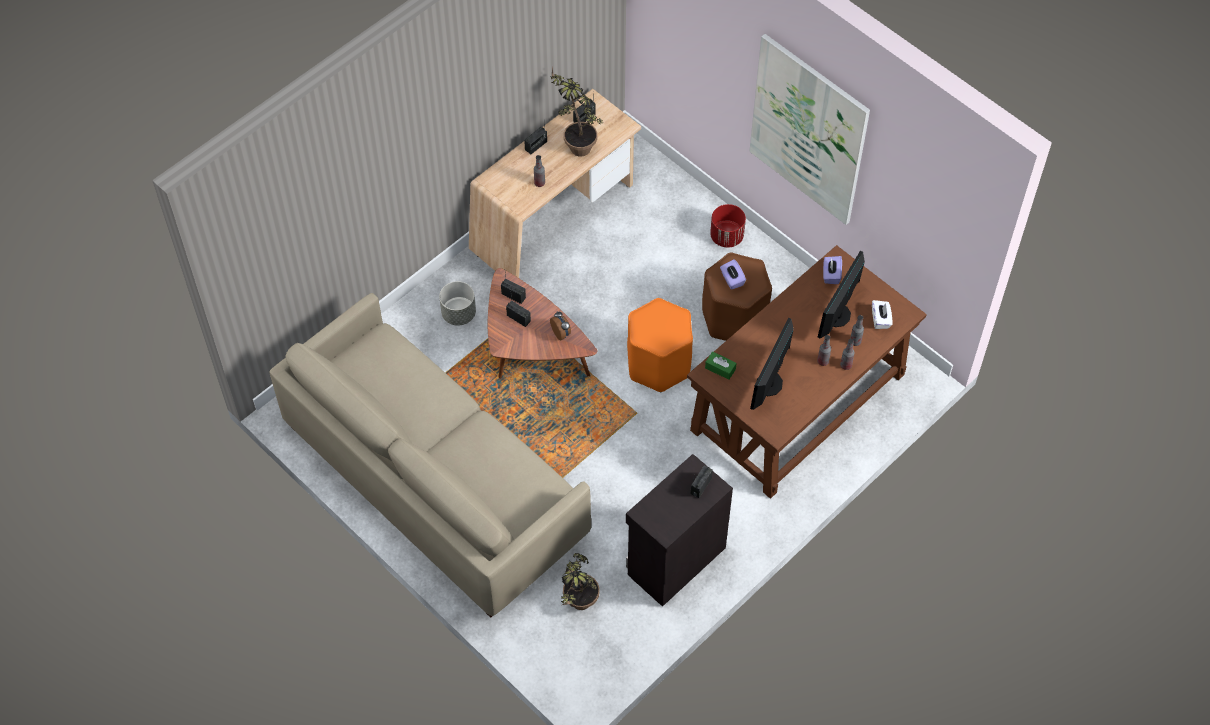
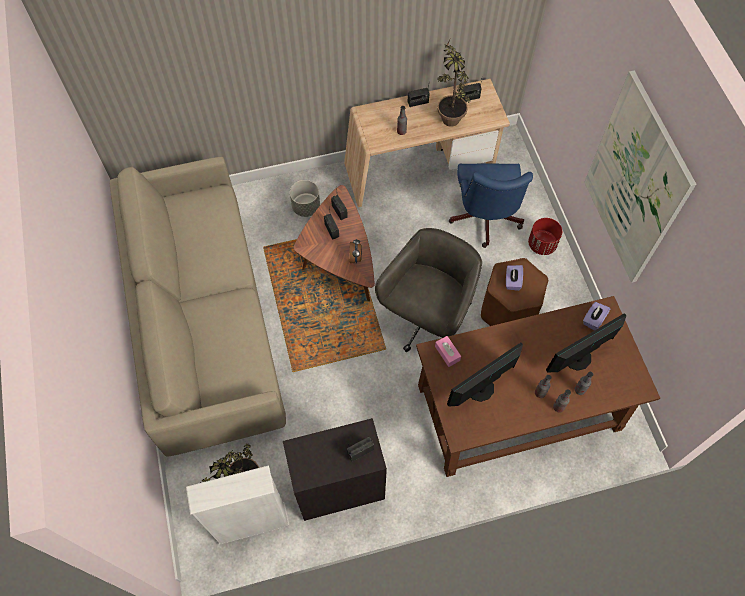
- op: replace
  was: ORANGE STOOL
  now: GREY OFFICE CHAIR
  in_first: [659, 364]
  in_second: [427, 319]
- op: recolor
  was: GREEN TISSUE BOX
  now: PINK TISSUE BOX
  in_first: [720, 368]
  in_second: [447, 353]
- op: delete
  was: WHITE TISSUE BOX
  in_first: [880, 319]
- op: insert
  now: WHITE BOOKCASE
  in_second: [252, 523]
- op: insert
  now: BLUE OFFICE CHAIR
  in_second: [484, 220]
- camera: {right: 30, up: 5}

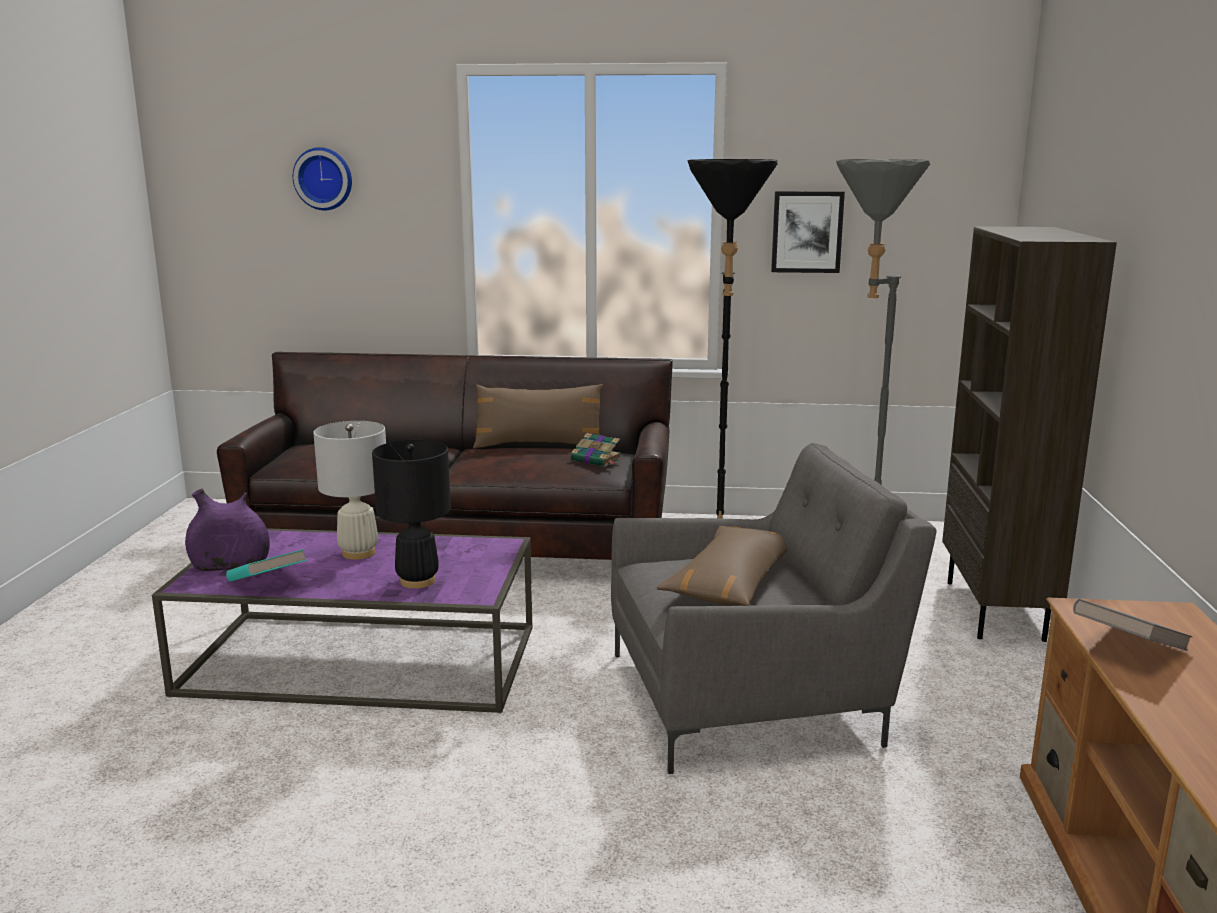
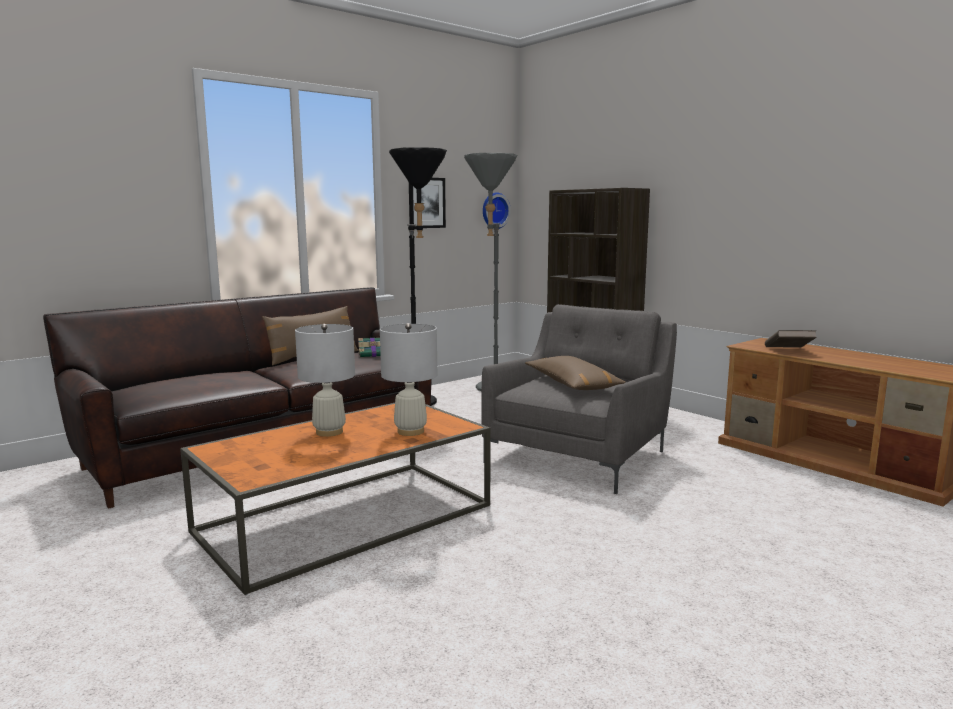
- op: recolor
  was: PURPLE COFFEE TABLE
  now: ORANGE COFFEE TABLE
  in_first: [361, 661]
  in_second: [345, 519]
- op: delete
  was: PURPLE VASE
  in_first: [230, 566]
- op: delete
  was: TURQUOISE BOOK
  in_first: [267, 584]
- op: move
  was: WALL CLOCK
  in_first: [324, 178]
  in_second: [494, 210]
- op: recolor
  was: BLACK TABLE LAMP
  now: WHITE TABLE LAMP
  in_first: [417, 581]
  in_second: [410, 431]
- op: recolor
  was: GREY BOOK
  now: BROWN BOOK
  in_first: [1128, 648]
  in_second: [788, 351]
- camera: {right: -45, up: -5}

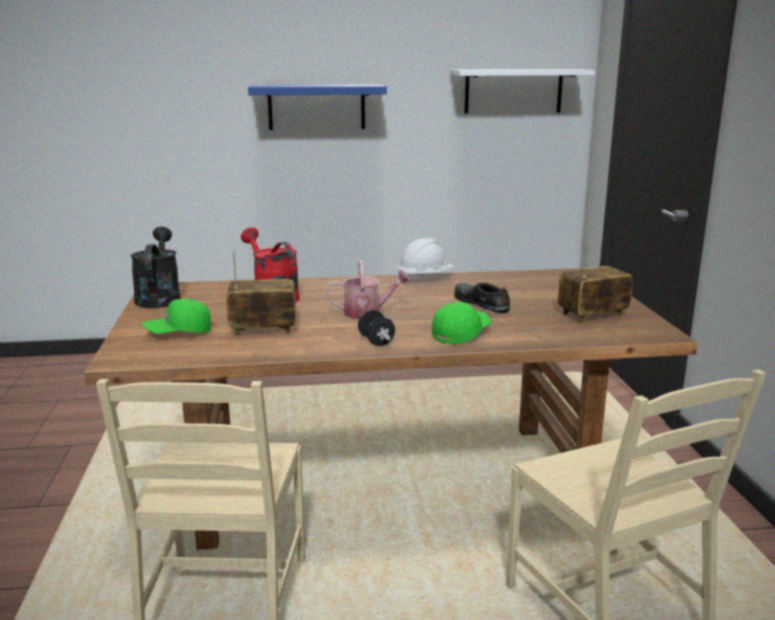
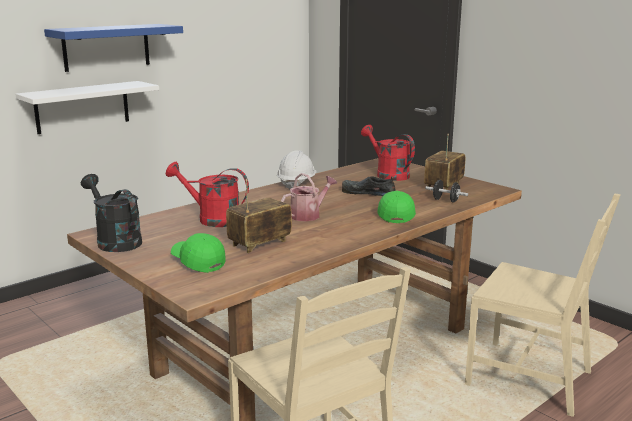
- op: rotate
  was: GREEN CAP
  in_first: [178, 332]
  in_second: [198, 262]
  clockwise: 105
- op: move
  was: BLACK DUMBBELL
  in_first: [376, 341]
  in_second: [445, 200]
- op: move
  was: WHITE SHELF
  in_first: [513, 91]
  in_second: [82, 107]
- op: insert
  now: RED WATERING CAN
  in_second: [388, 174]
- camera: {right: -35, up: 0}

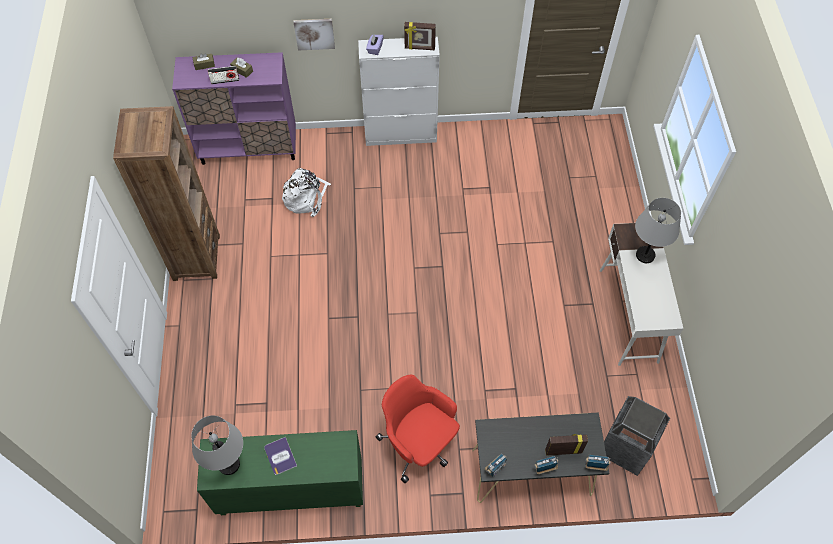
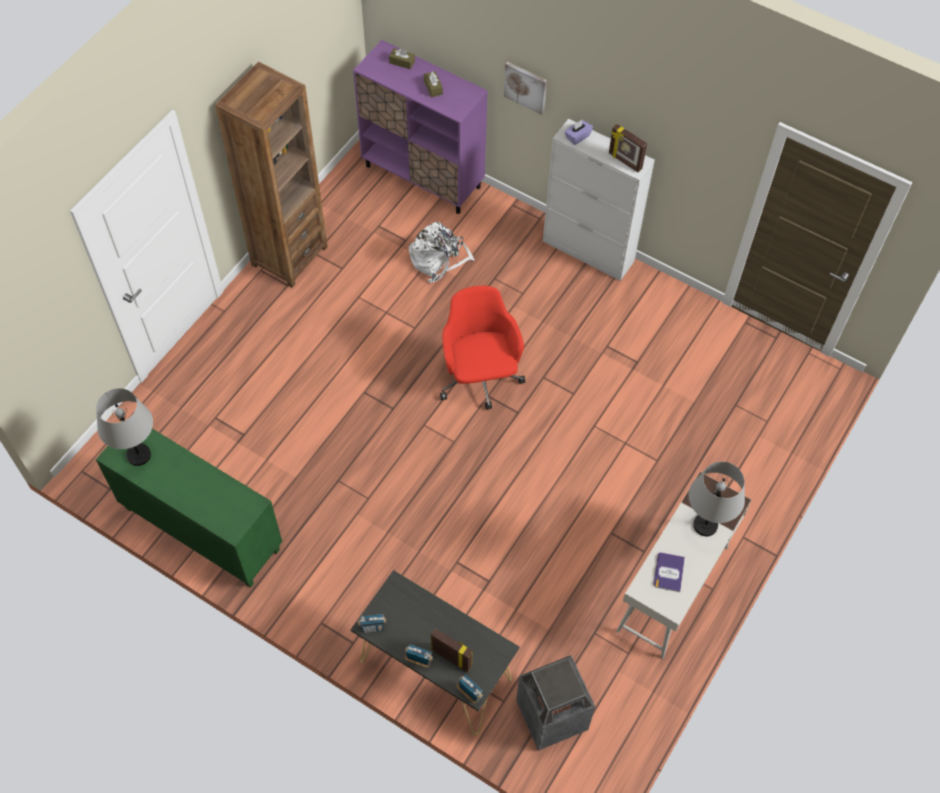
- op: delete
  was: RADIO
  in_first: [225, 80]
- op: move
  was: BOOK
  in_first: [280, 456]
  in_second: [668, 572]
- op: move
  was: RED OFFICE CHAIR
  in_first: [419, 443]
  in_second: [479, 377]
- camera: {right: 35, up: 0}

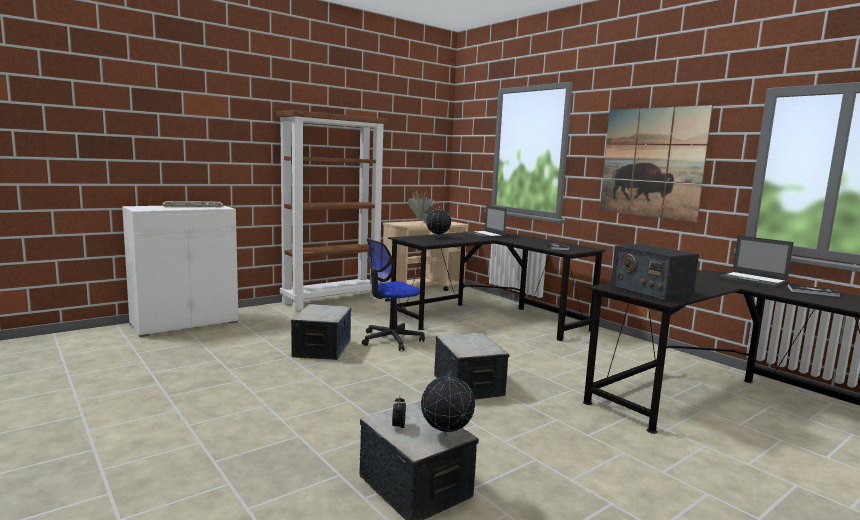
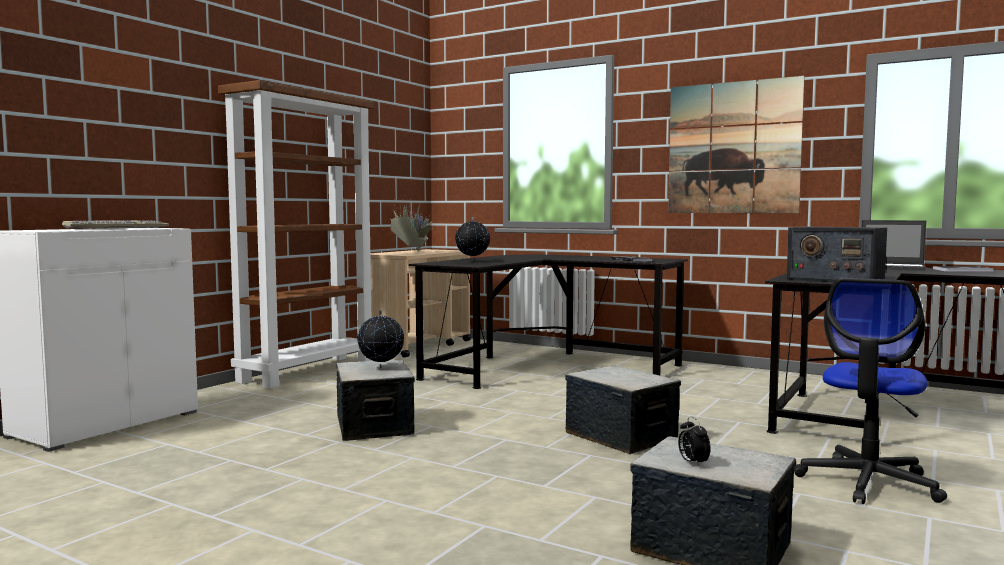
- op: move
  was: OFFICE CHAIR
  in_first: [391, 340]
  in_second: [868, 482]
- op: move
  was: GLOBE
  in_first: [446, 435]
  in_second: [381, 368]
- op: delete
  was: LAPTOP
  in_first: [484, 235]
- camera: {right: -20, up: -5}

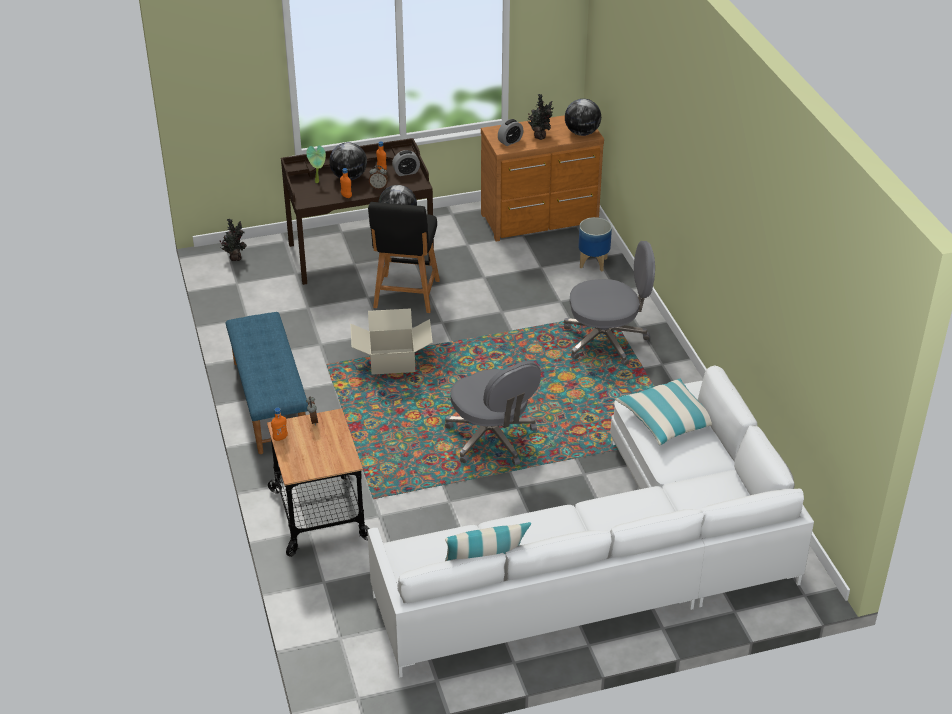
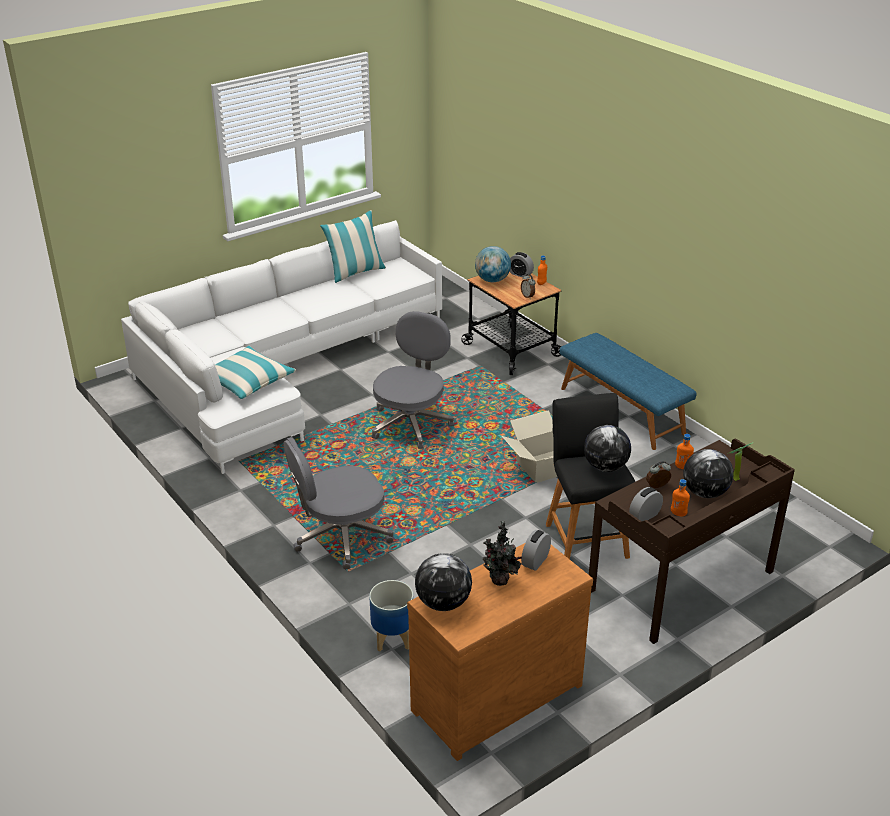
- op: delete
  was: POTTED PLANT
  in_first: [235, 257]
- op: rotate
  was: GREY OFFICE CHAIR
  in_first: [492, 439]
  in_second: [411, 423]
  clockwise: 75
- op: insert
  now: GLOBE
  in_second: [492, 280]
- op: insert
  now: ALARM CLOCK
  in_second: [520, 274]
- camera: {right: 160, up: -5}

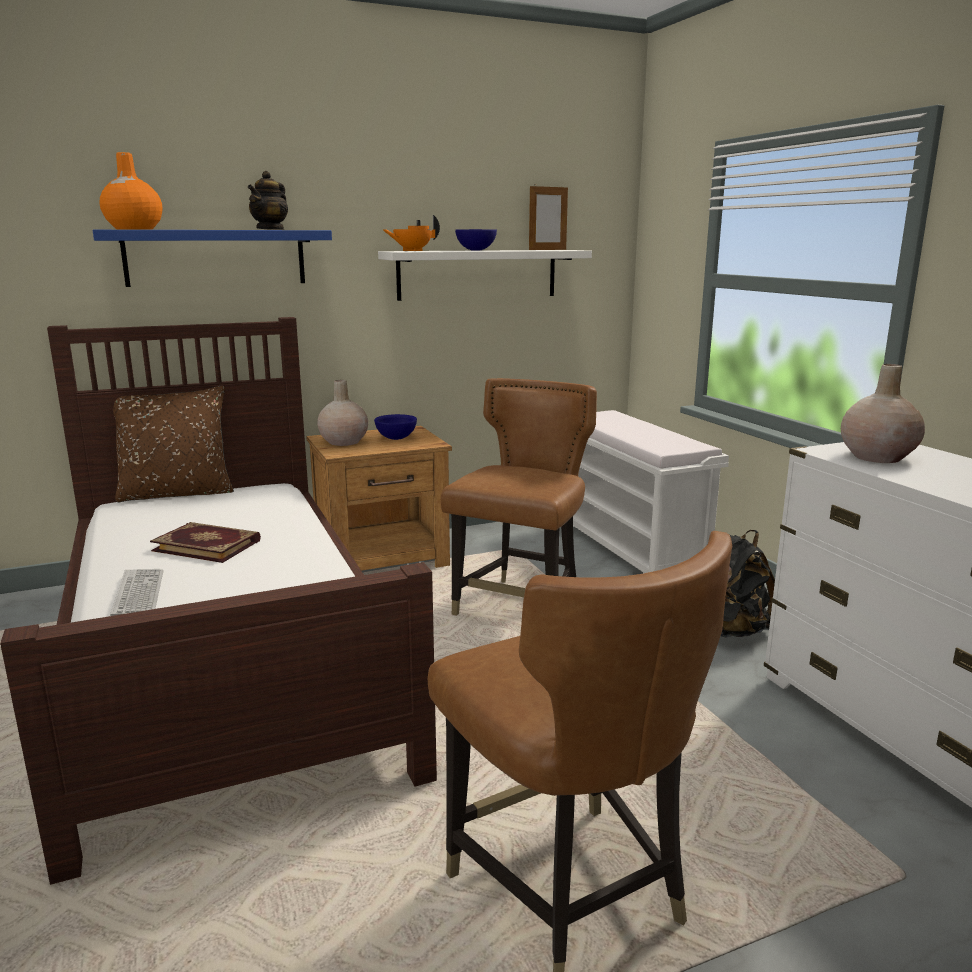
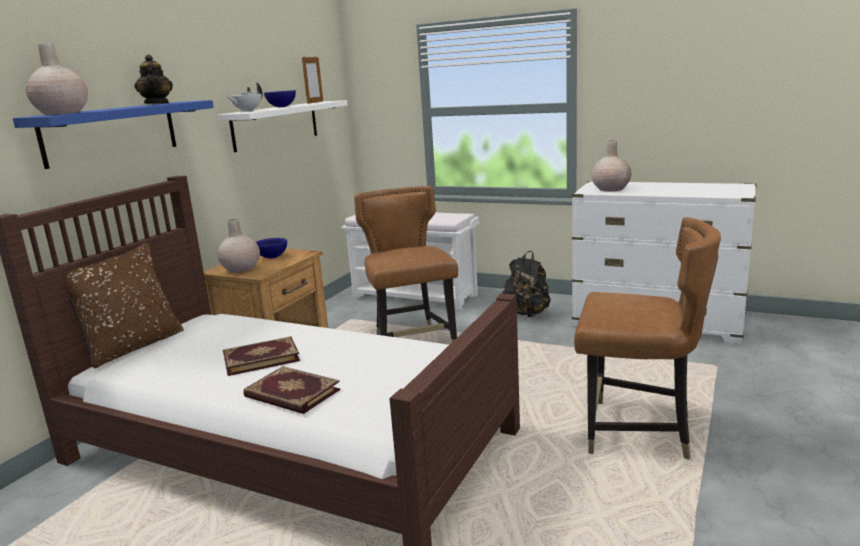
- op: recolor
  was: ORANGE VASE
  now: BEIGE VASE
  in_first: [133, 229]
  in_second: [61, 113]
- op: replace
  was: KEYBOARD
  now: BOOK
  in_first: [139, 594]
  in_second: [291, 394]
- op: recolor
  was: ORANGE TEAPOT
  now: WHITE TEAPOT
  in_first: [412, 250]
  in_second: [247, 111]
- camera: {right: -40, up: 0}

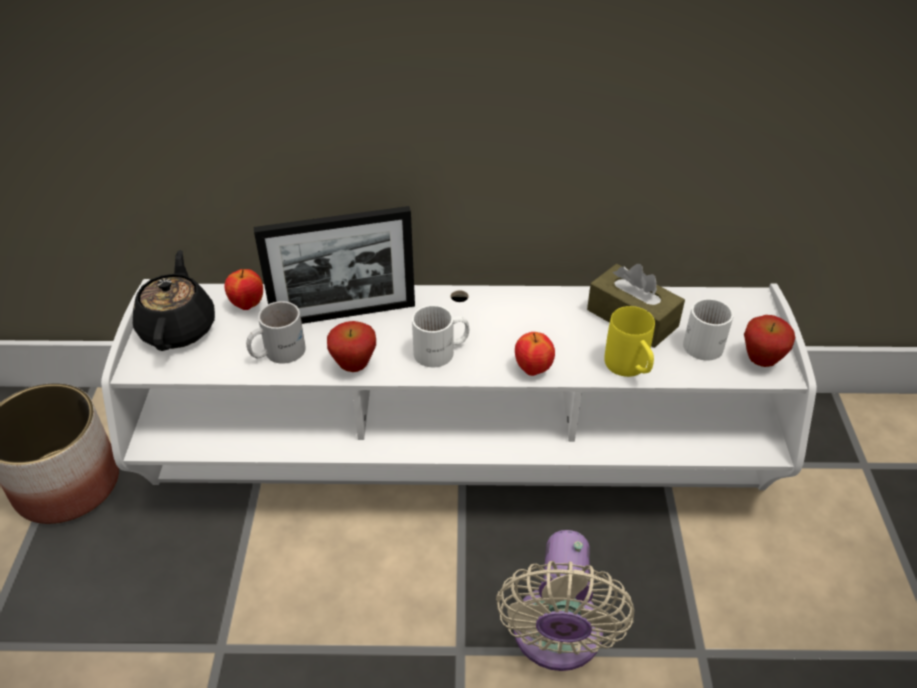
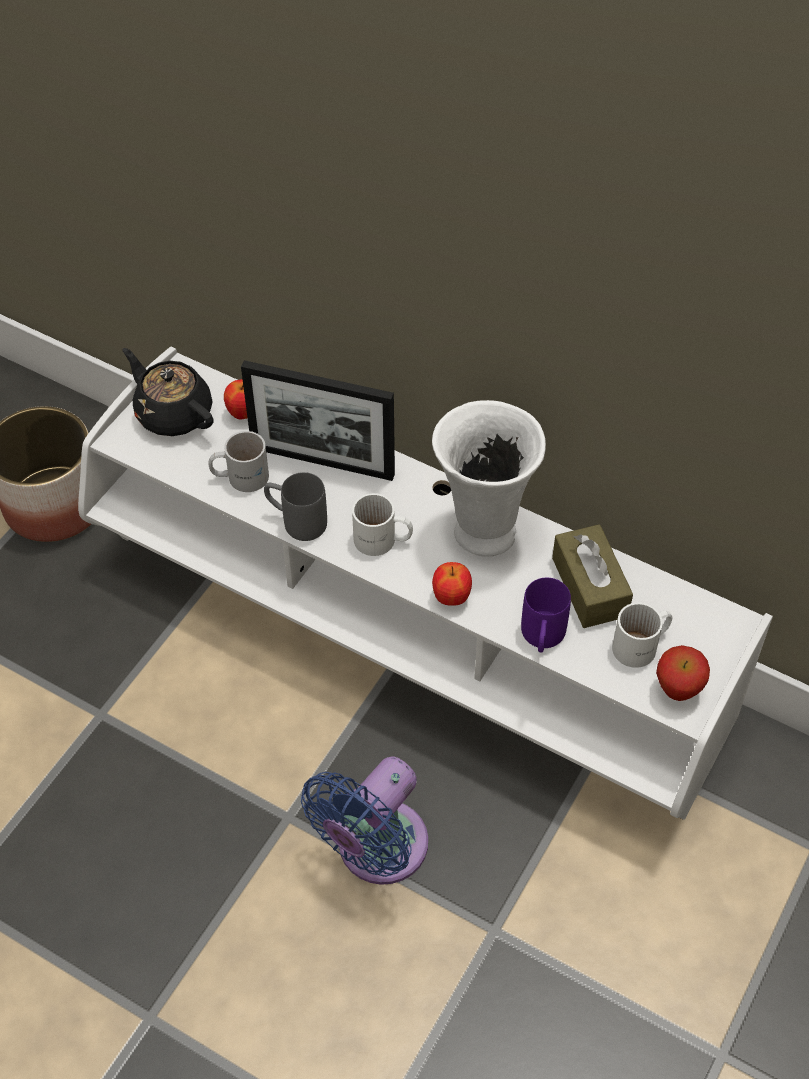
- op: rotate
  was: BLACK TEAPOT
  in_first: [179, 328]
  in_second: [173, 413]
  clockwise: -75
- op: replace
  was: APPLE
  now: GREY MUG
  in_first: [354, 366]
  in_second: [296, 521]
- op: recolor
  was: BEIGE FAN
  now: BLUE FAN
  in_first: [556, 638]
  in_second: [376, 850]
- op: recolor
  was: YELLOW MUG
  now: PURPLE MUG
  in_first: [630, 369]
  in_second: [542, 639]
- op: insert
  now: WHITE VASE
  in_second: [482, 533]
- camera: {right: 30, up: 10}

